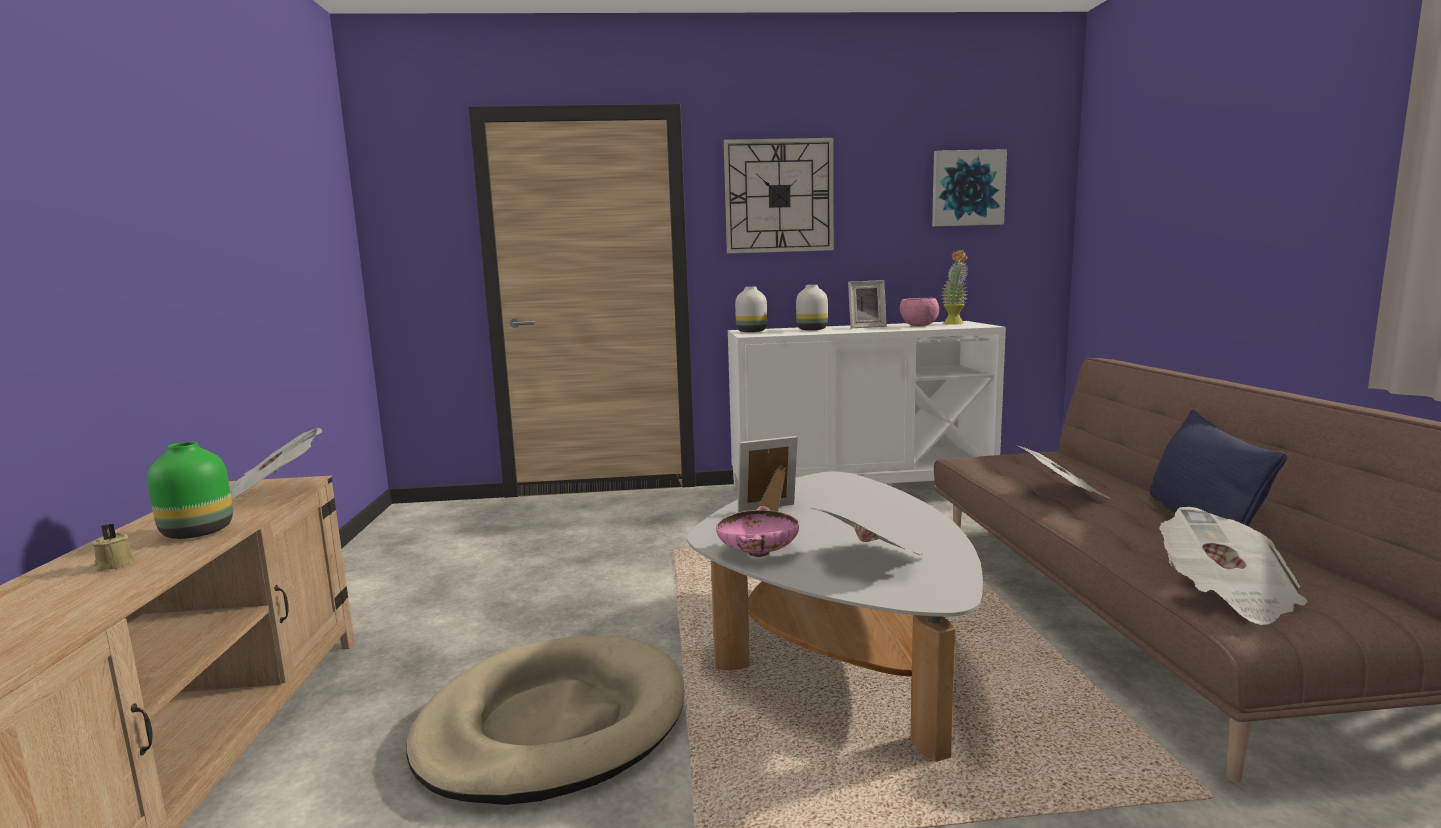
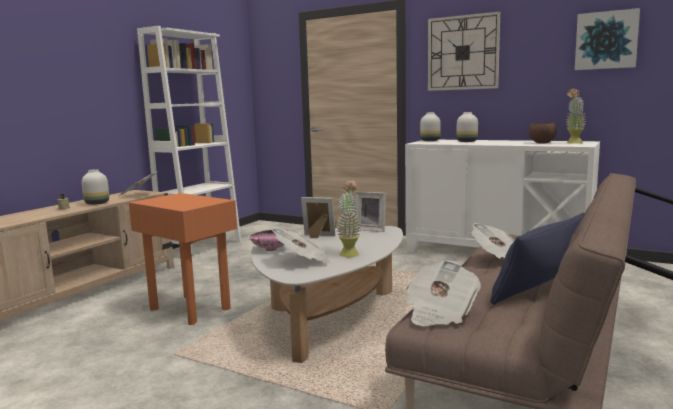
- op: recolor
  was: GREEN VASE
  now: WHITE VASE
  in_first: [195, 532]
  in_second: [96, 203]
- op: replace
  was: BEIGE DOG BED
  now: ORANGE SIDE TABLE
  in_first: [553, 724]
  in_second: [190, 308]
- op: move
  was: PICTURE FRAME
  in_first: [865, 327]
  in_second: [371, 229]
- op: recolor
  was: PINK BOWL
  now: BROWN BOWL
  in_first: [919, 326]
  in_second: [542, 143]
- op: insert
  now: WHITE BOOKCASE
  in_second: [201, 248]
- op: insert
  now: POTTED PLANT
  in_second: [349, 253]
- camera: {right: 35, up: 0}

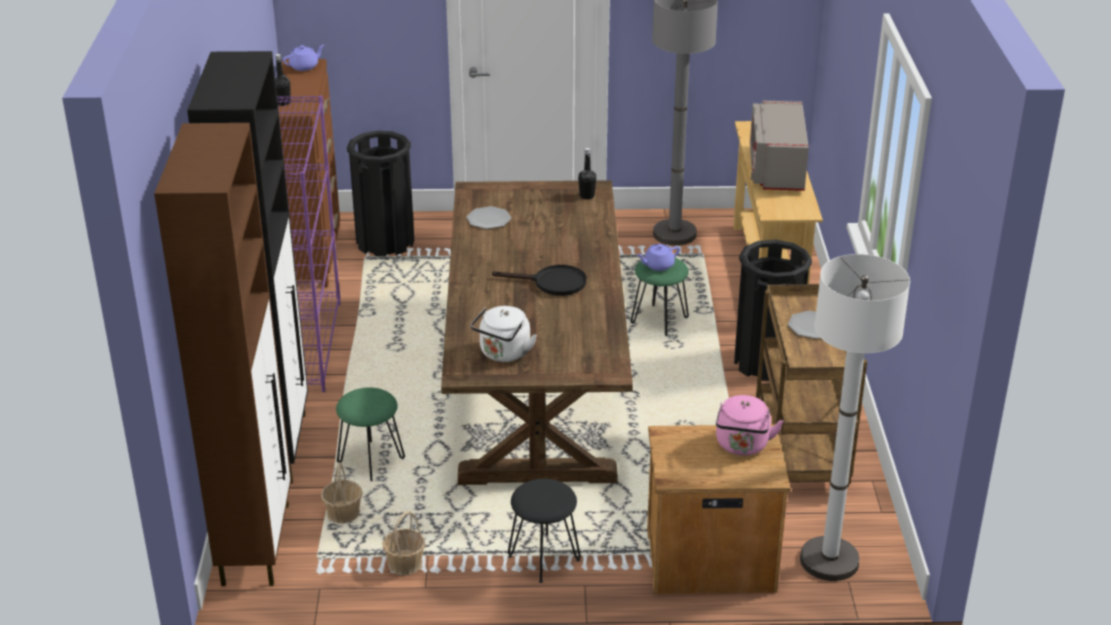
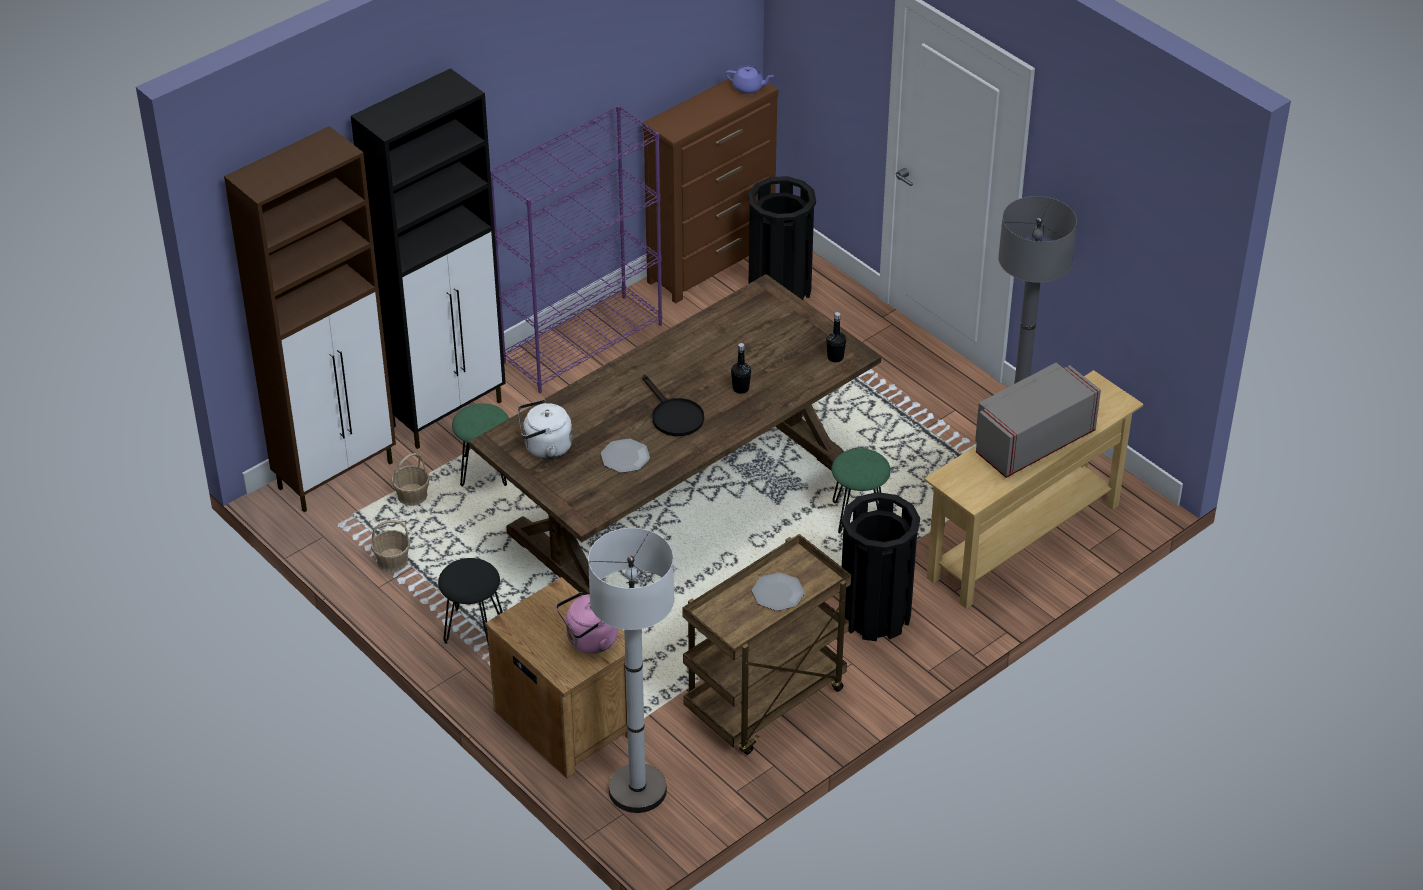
- op: move
  was: BLACK BOTTLE
  in_first: [283, 103]
  in_second: [740, 388]
- op: move
  was: PLATE
  in_first: [489, 219]
  in_second: [625, 457]
- op: delete
  was: PURPLE TEAPOT
  in_first: [658, 265]
- camera: {right: 50, up: 10}

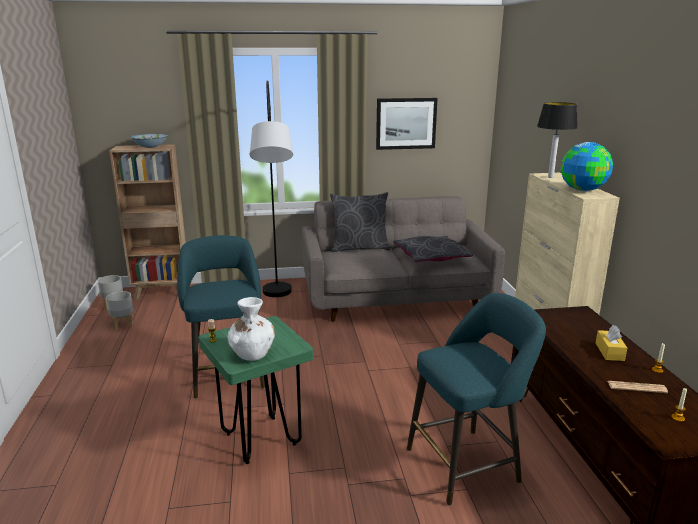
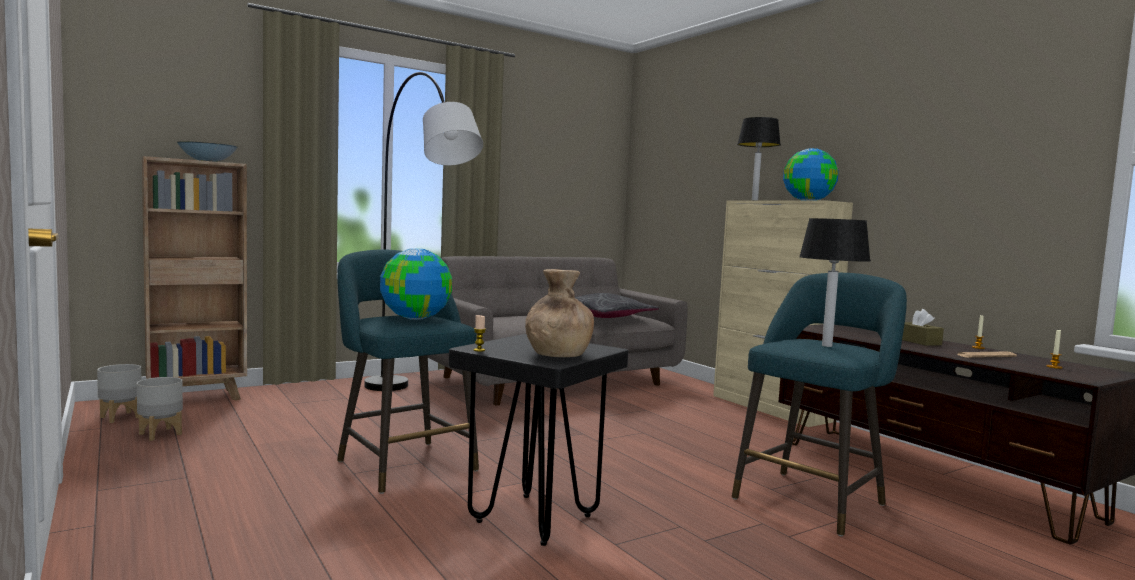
- op: recolor
  was: GREEN STOOL
  now: BLACK STOOL
  in_first: [261, 439]
  in_second: [534, 518]
- op: recolor
  was: WHITE VASE
  now: BROWN VASE
  in_first: [252, 353]
  in_second: [557, 355]
- op: delete
  was: GREY PILLOW
  in_first: [359, 248]
- op: delete
  was: PICTURE
  in_first: [406, 123]
- op: recolor
  was: YELLOW TISSUE BOX
  now: BROWN TISSUE BOX
  in_first: [609, 352]
  in_second: [918, 341]
- op: insert
  now: GLOBE
  in_second: [415, 318]
- op: insert
  now: TABLE LAMP
  in_second: [826, 346]
- camera: {right: -25, up: -15}

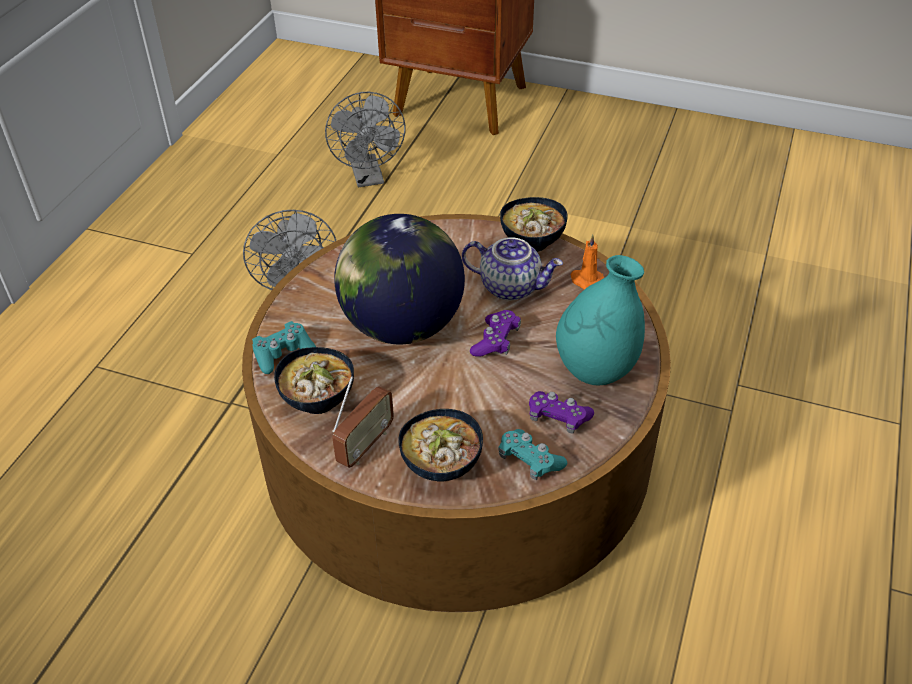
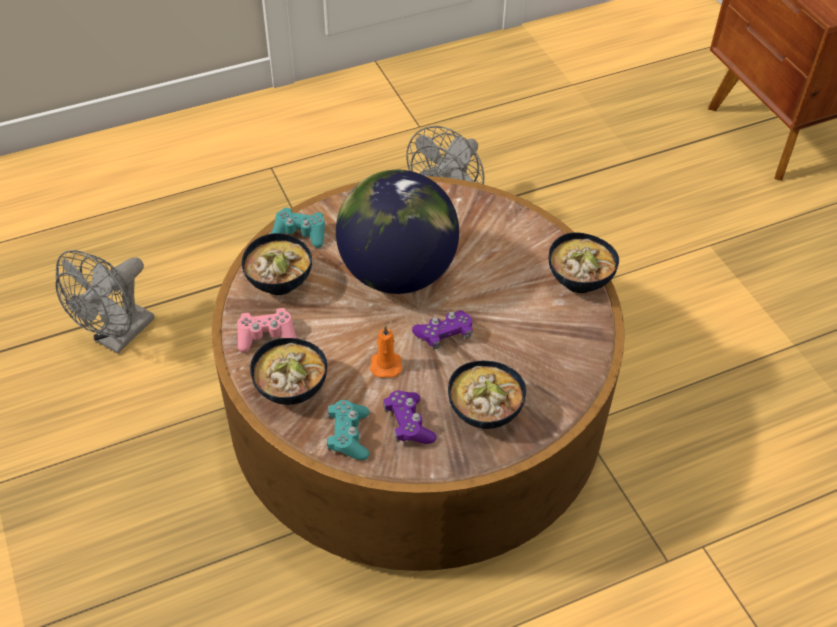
- op: move
  was: GREY FAN
  in_first: [369, 178]
  in_second: [118, 337]
- op: replace
  was: RADIO
  now: PINK GAME CONTROLLER
  in_first: [365, 445]
  in_second: [266, 336]
- op: delete
  was: TEAPOT
  in_first: [511, 286]
- op: replace
  was: TURQUOISE VASE
  now: BOWL
  in_first: [596, 369]
  in_second: [485, 413]
- op: move
  was: ORANGE CANDLE
  in_first: [586, 280]
  in_second: [386, 364]
- camera: {right: 45, up: 5}

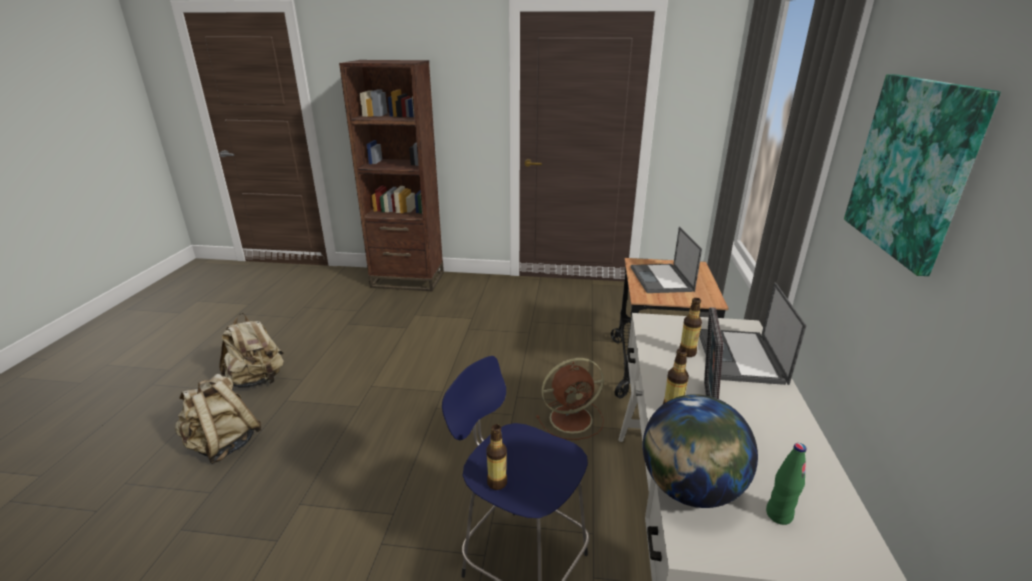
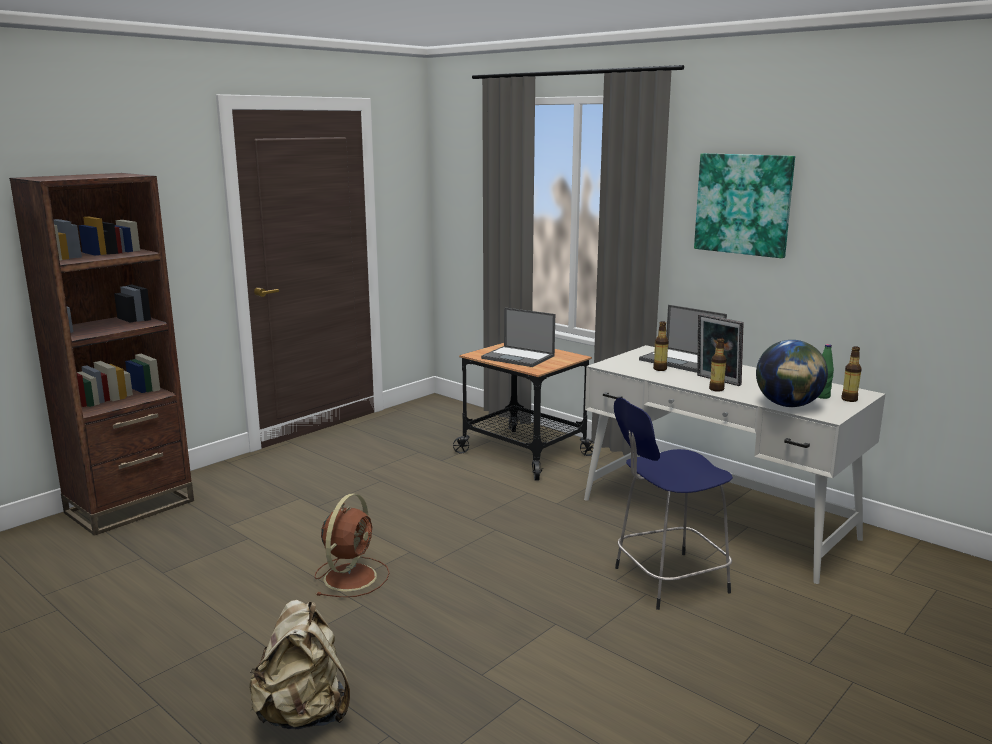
- op: delete
  was: BEIGE BACKPACK
  in_first: [257, 380]
- op: move
  was: BOTTLE
  in_first: [497, 482]
  in_second: [849, 399]
- op: move
  was: BROWN FAN
  in_first: [572, 418]
  in_second: [351, 576]
- camera: {right: -55, up: -10}

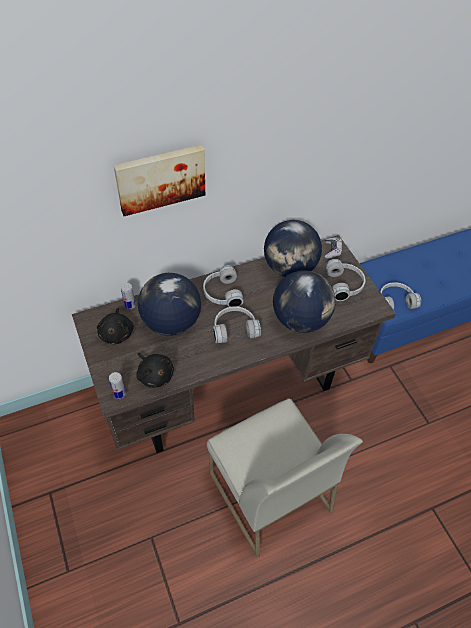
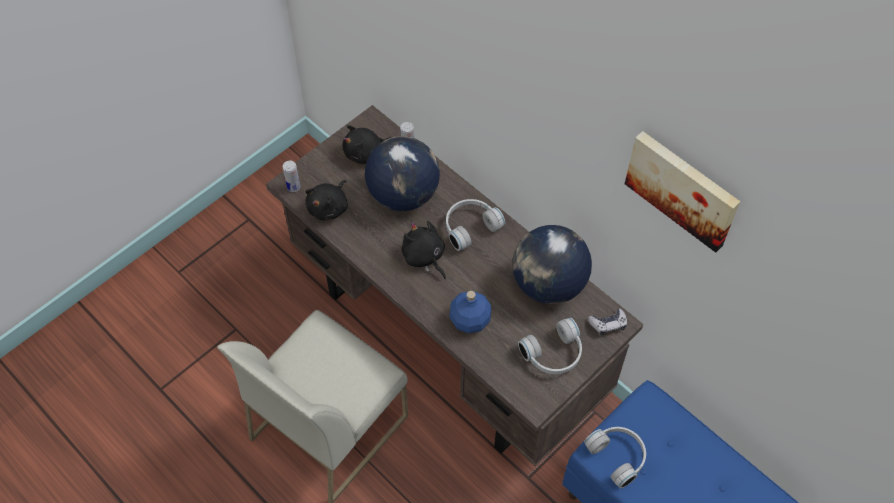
- op: move
  was: PICTURE
  in_first: [160, 178]
  in_second: [683, 188]
- op: replace
  was: WHITE HEADPHONES
  now: BLACK PLUSH TOY
  in_first: [234, 328]
  in_second: [424, 257]
- op: replace
  was: GLOBE
  now: BLUE BOTTLE
  in_first: [300, 319]
  in_second: [470, 320]
- camera: {right: 70, up: 5}

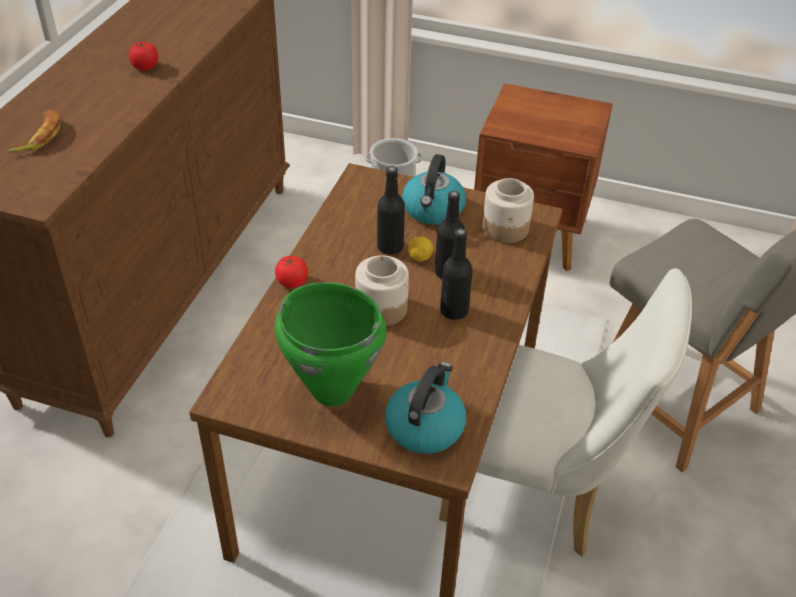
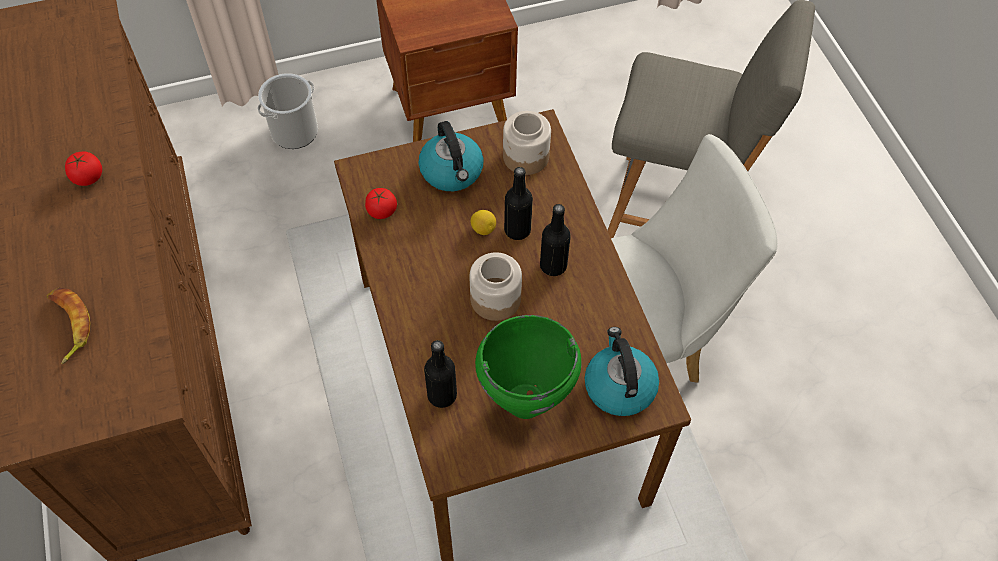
- op: move
  was: TOMATO
  in_first: [292, 282]
  in_second: [382, 211]
- op: move
  was: BLACK BOTTLE
  in_first: [390, 247]
  in_second: [442, 395]
- camera: {right: -35, up: 15}

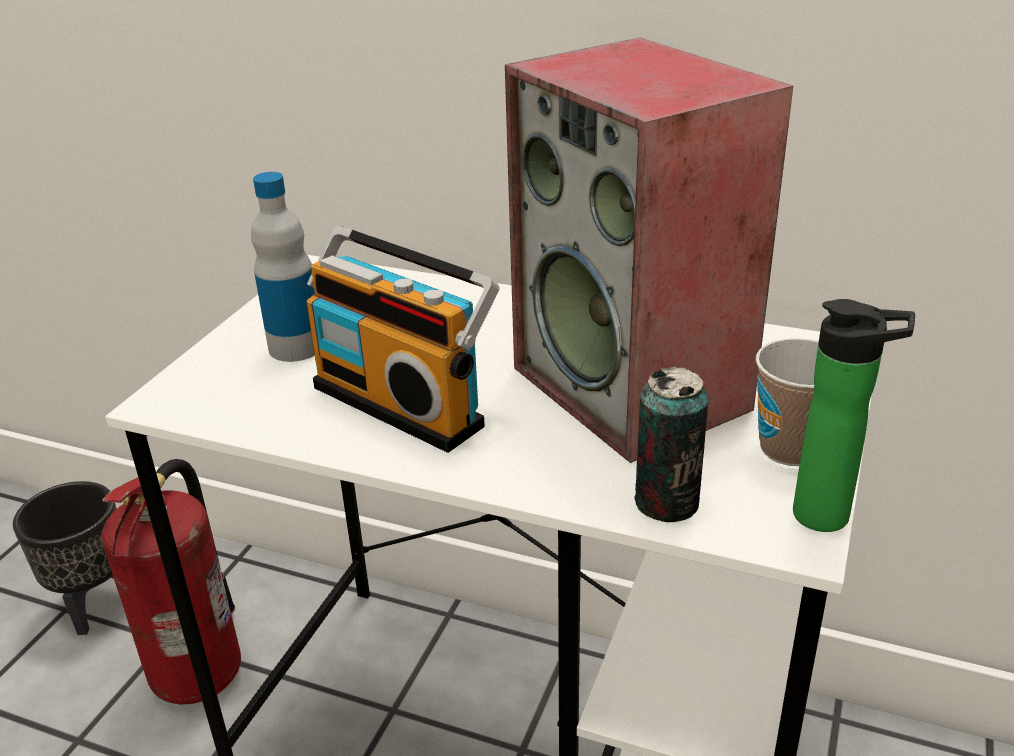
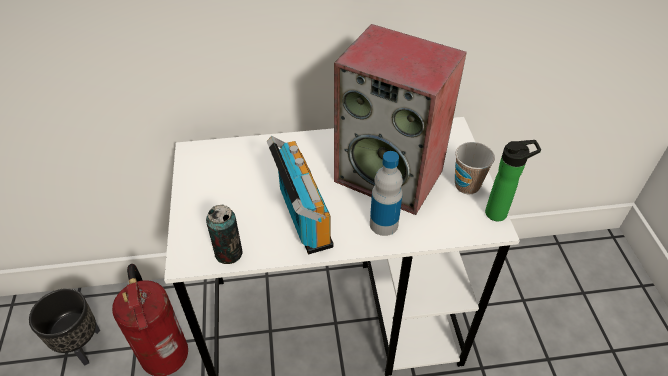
- op: move
  was: BOTTLE
  in_first: [296, 347]
  in_second: [383, 224]
- op: rotate
  was: RADIO
  in_first: [404, 402]
  in_second: [302, 218]
  clockwise: -120
- op: move
  was: CAN
  in_first: [666, 502]
  in_second: [228, 253]
- camera: {right: -30, up: 15}

